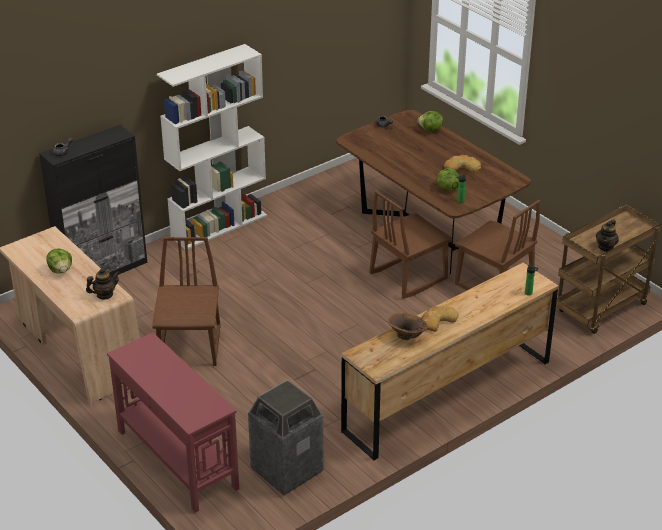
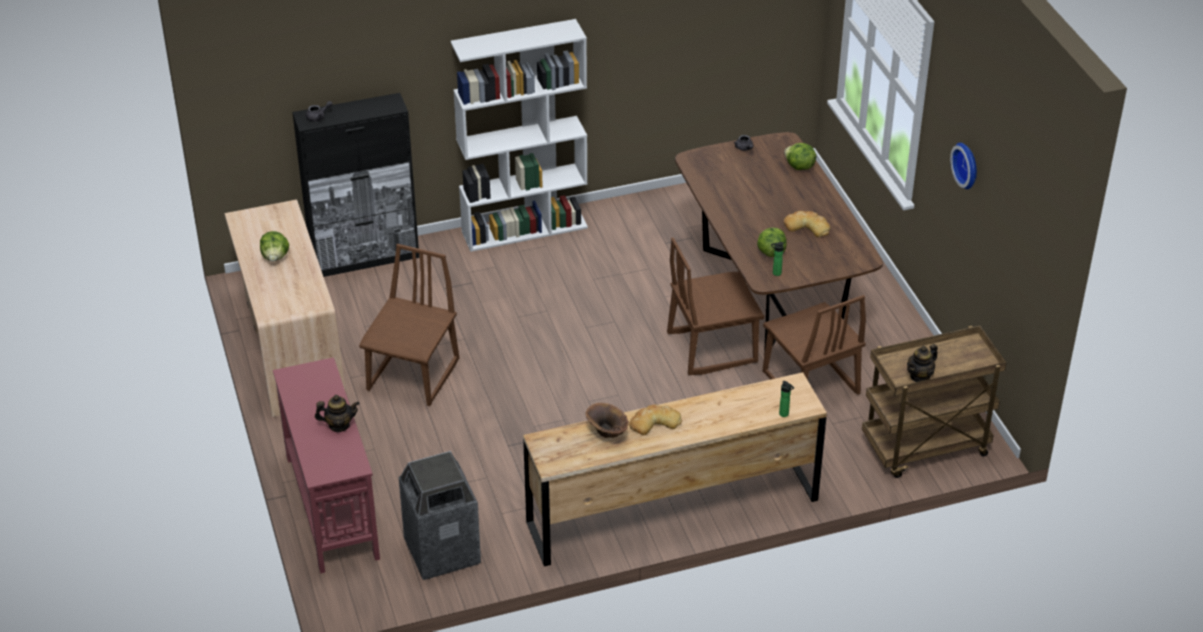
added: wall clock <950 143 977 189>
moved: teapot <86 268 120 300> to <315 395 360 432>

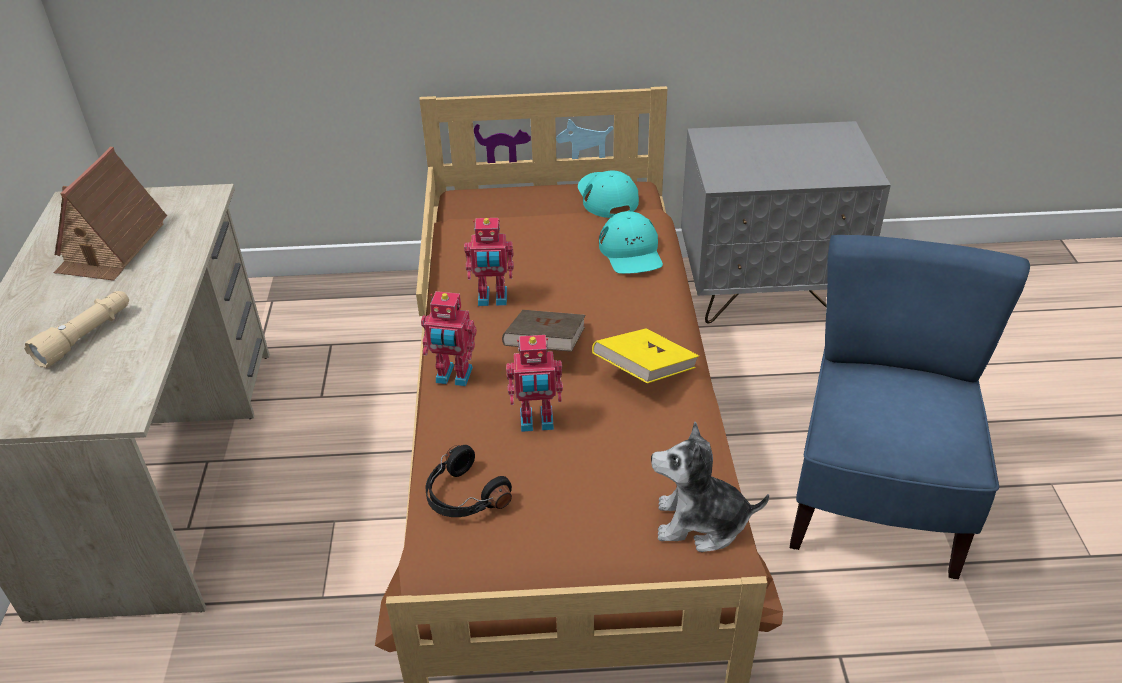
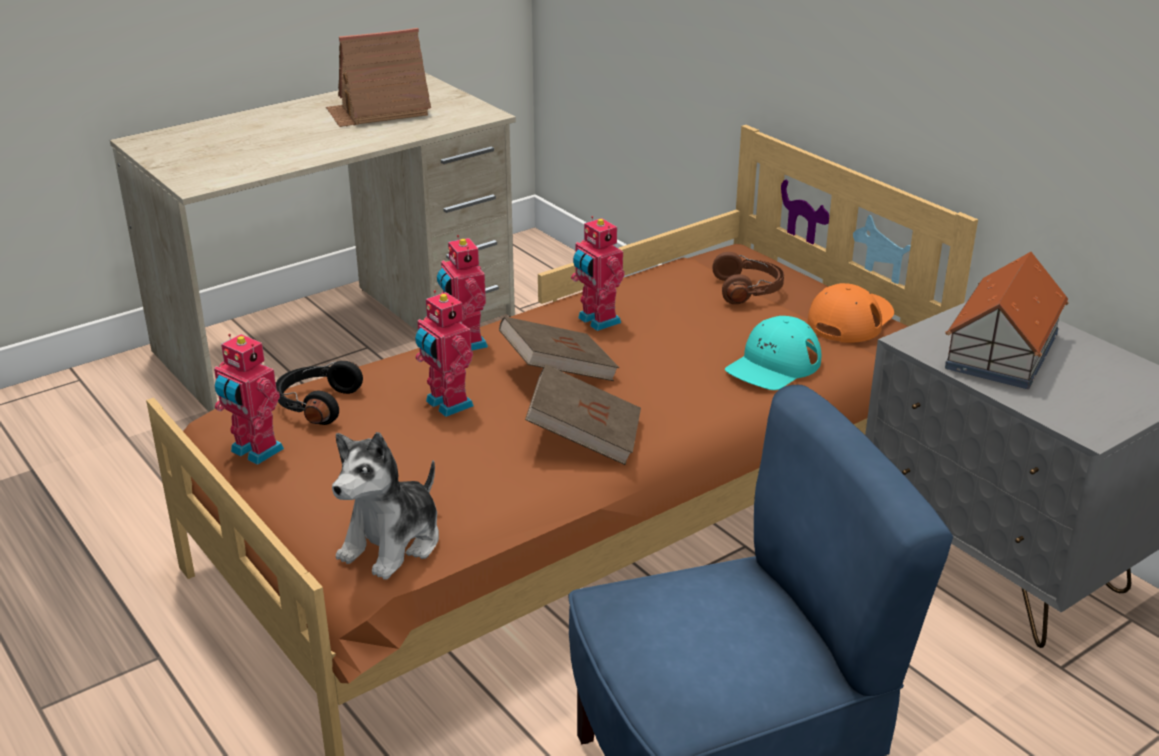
removed: beige flashlight <24 291 129 368>
added: toy robot <214 334 284 465>; brown headphones <712 252 784 304>; toy house <945 252 1069 389>
recoloured: turquoise cap <578 171 639 218> to orange cap <808 283 894 343>; yellow book <592 328 699 383> to brown book <525 364 641 465>
turned: plush toy <651 422 769 552> = <332 432 439 580> 120 degrees counterclockwise

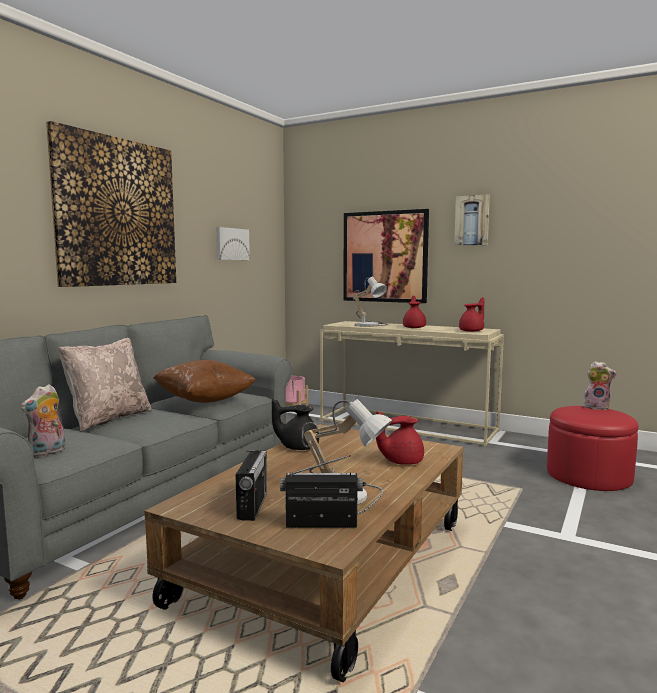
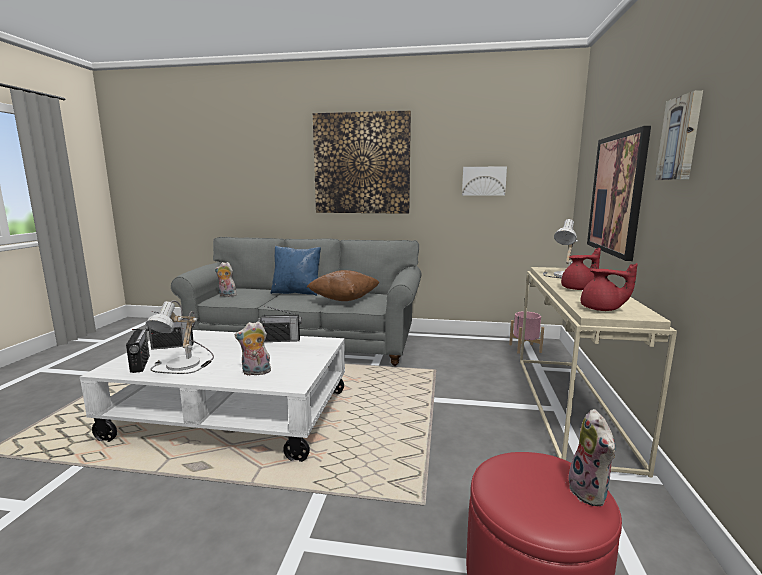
replaced: black teapot <272 399 319 450> to radio <258 306 302 342>; red teapot <376 411 424 465> to plush toy <235 321 271 376>
recoloured: beige pillow <59 338 152 432> to blue pillow <271 246 321 296>; brown coffee table <144 424 463 682> to white coffee table <80 330 345 462>

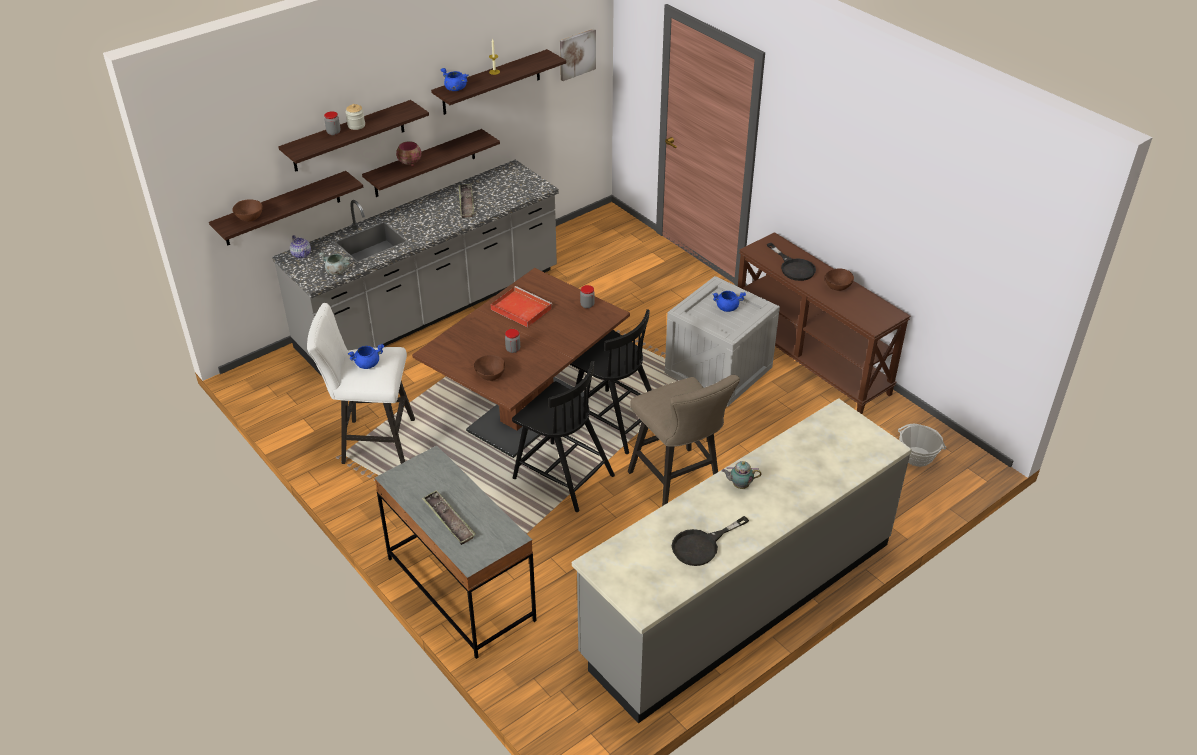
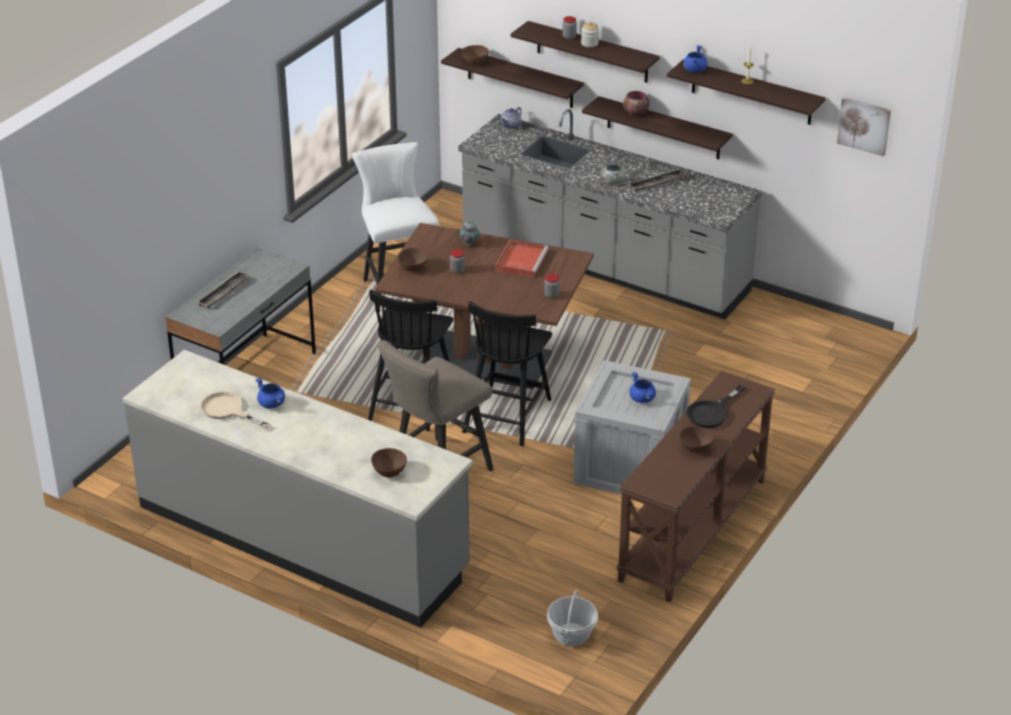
added: brown bowl <371 448 407 477>
moved: grey cooking pot <319 252 351 275> to <602 157 626 184>; blue cooking pot <348 344 384 369> to <255 378 285 408>; teapot <722 461 762 489> to <460 220 480 246>
recoloured: black frying pan <672 516 749 566> to beige frying pan <200 391 271 429>

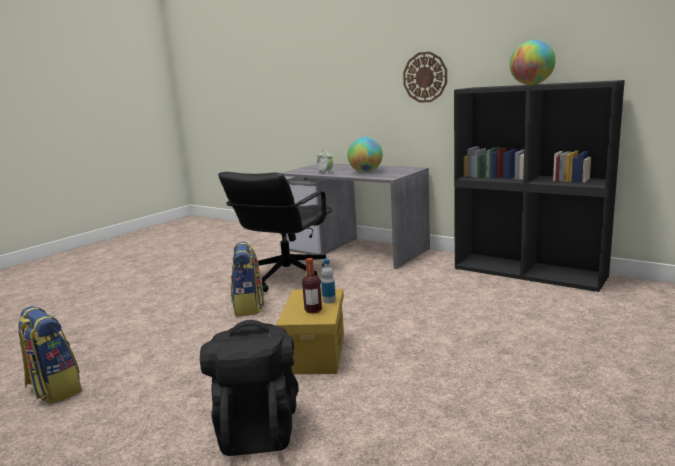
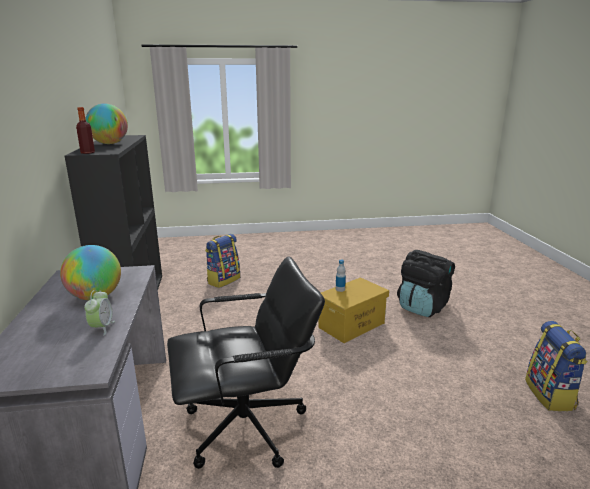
removed: wall clock <403 52 447 103>
moved: backpack <231 242 265 317> to <205 234 240 288>; bottle <302 258 322 314> to <76 107 95 154>

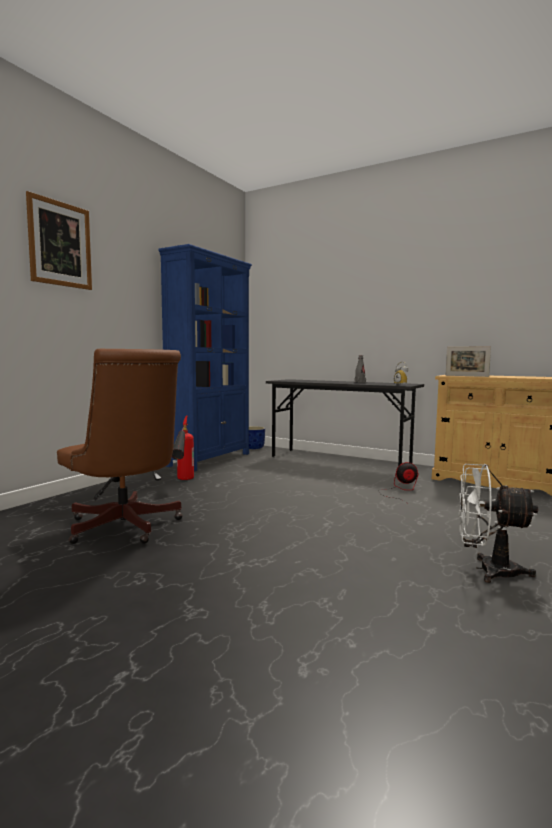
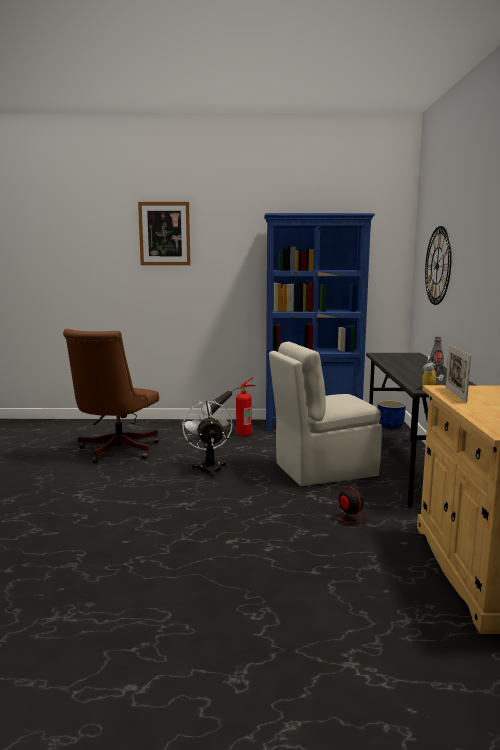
added: beige chair <269 342 382 486>; wall clock <425 226 452 305>
moved: white fan <459 464 538 583> to <182 400 233 478>

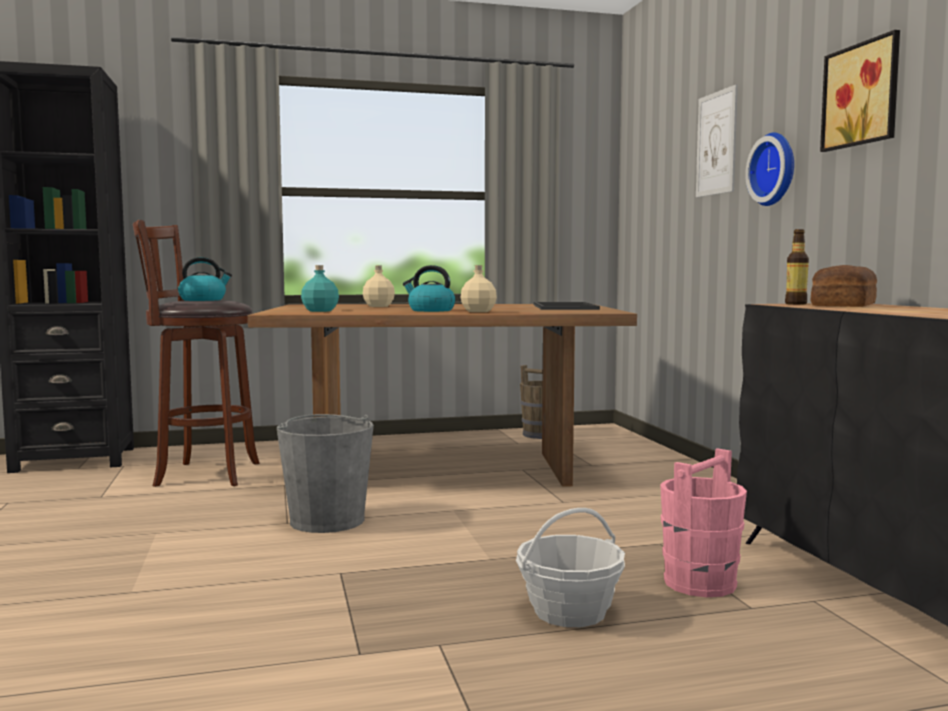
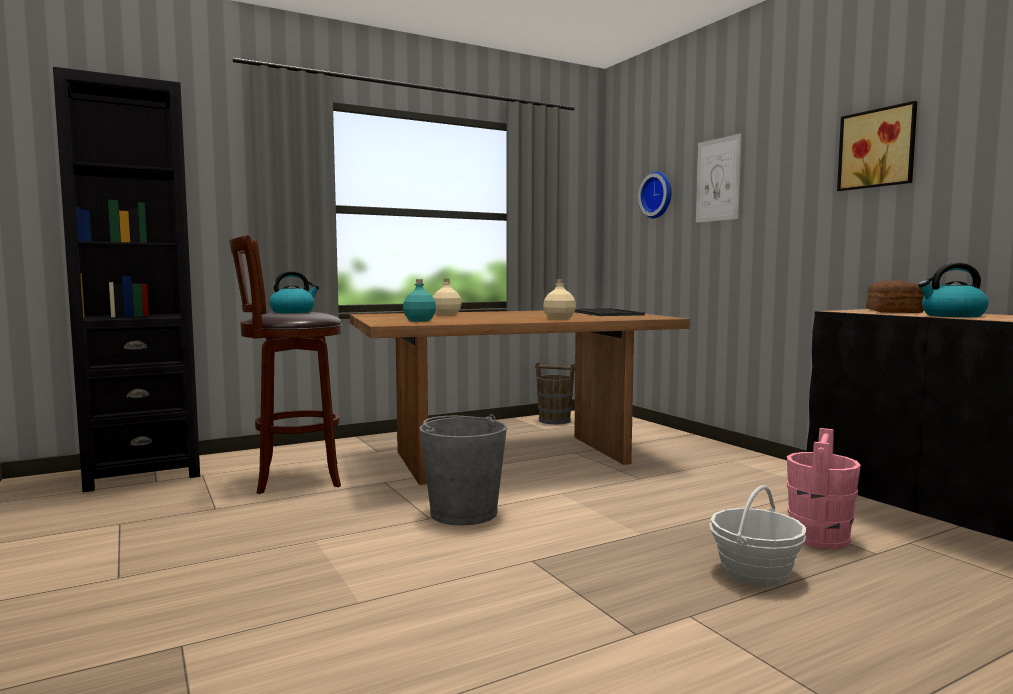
removed: bottle <785 229 809 304>
moved: kettle <403 265 455 312> to <918 263 989 317>; wall clock <745 132 794 206> to <638 171 672 218>

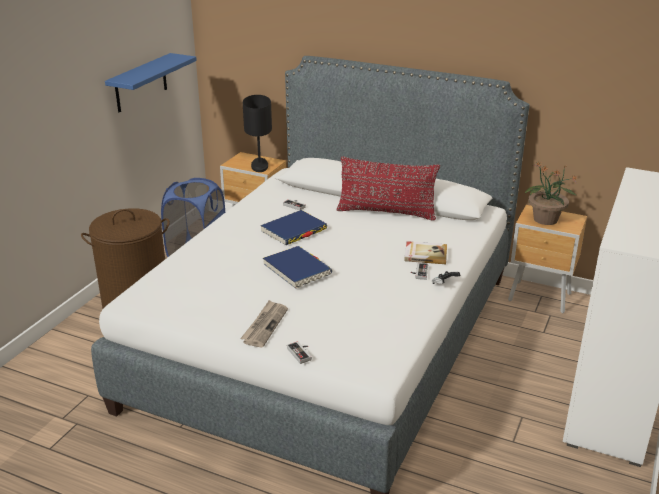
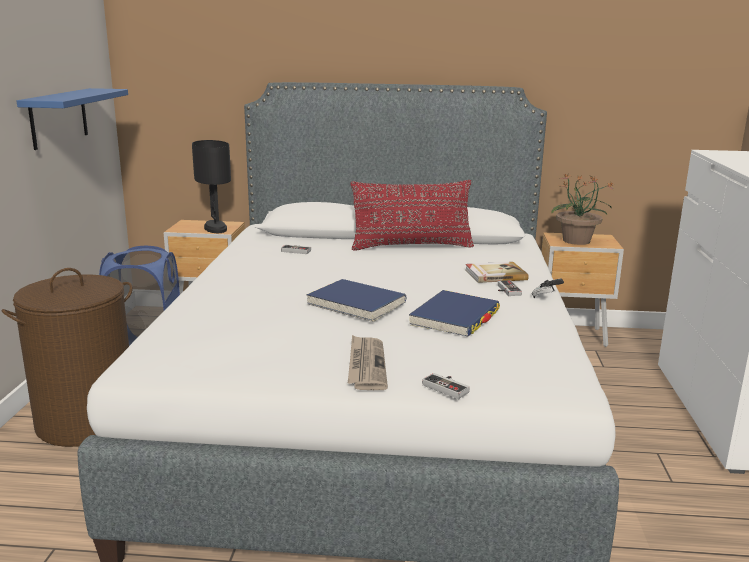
moved: blue book <260 210 327 245> to <409 290 500 337>

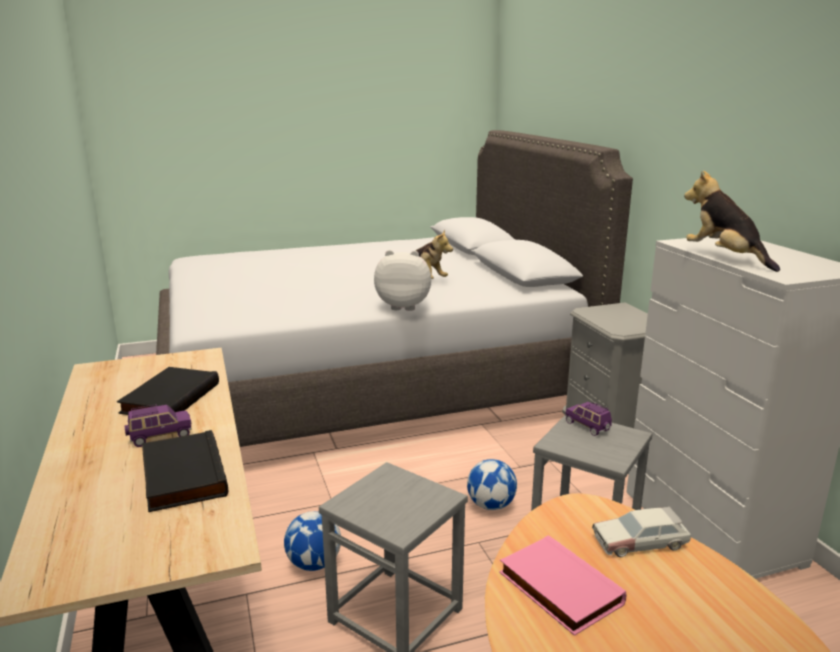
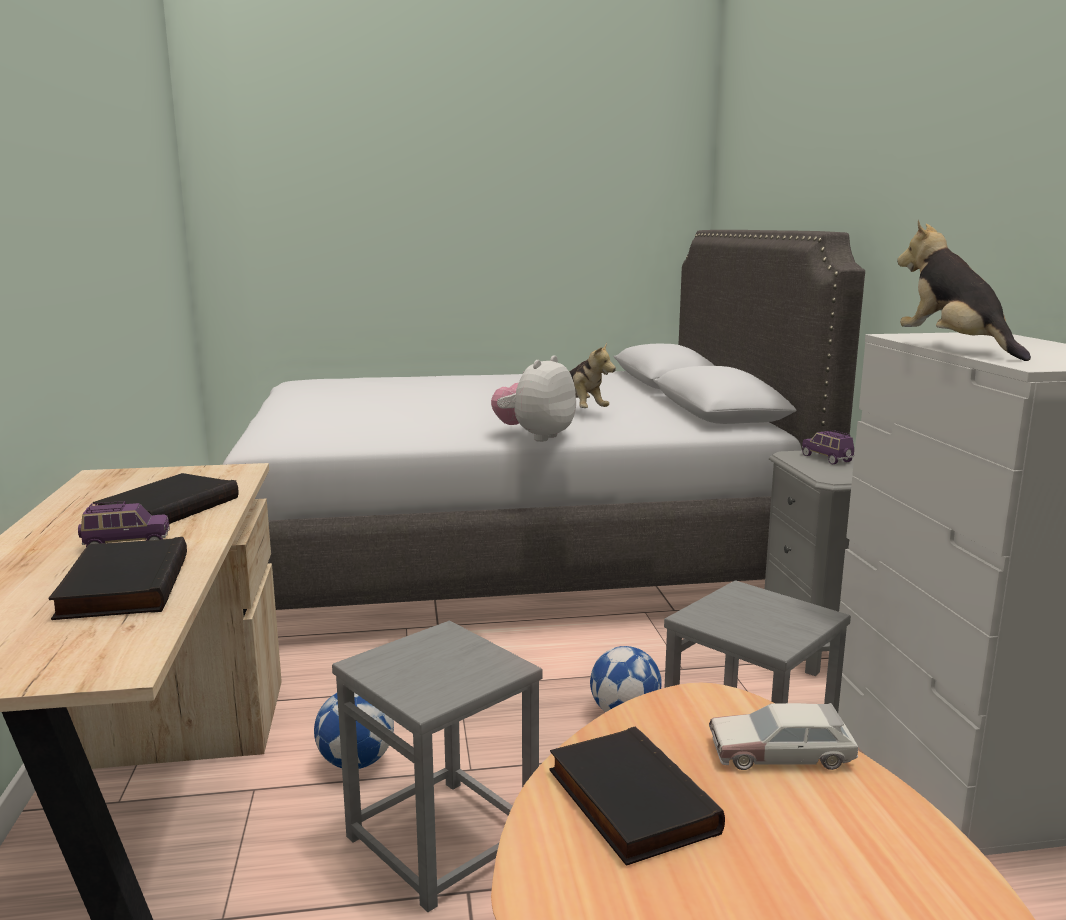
moved: purple toy car <565 402 612 436> to <802 430 854 464>
recoloured: pink book <499 535 627 636> to black book <549 726 725 866>
turned: plush toy <374 250 431 311> = <491 355 576 442> 75 degrees counterclockwise

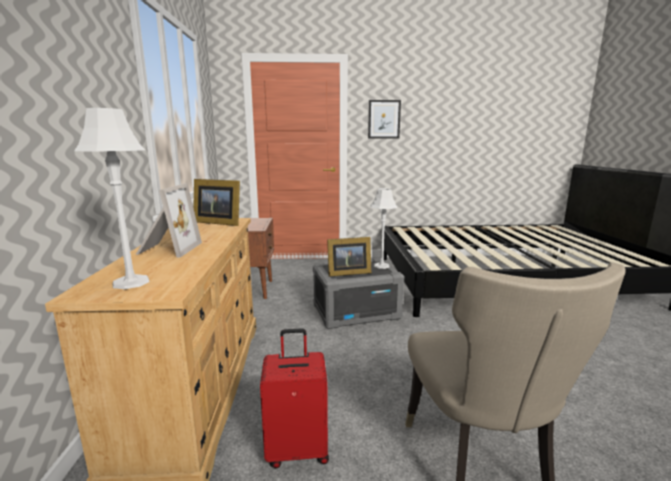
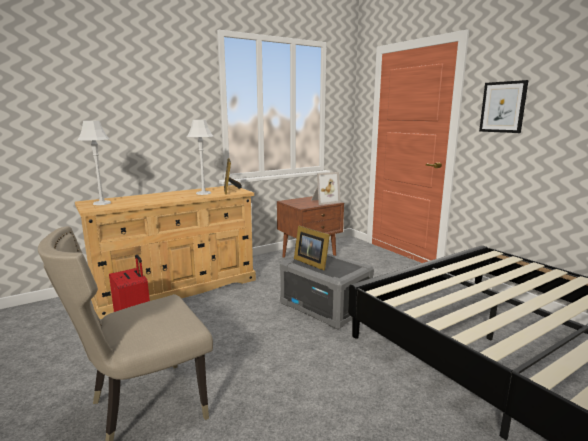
moved: picture frame <136 183 202 258> to <311 172 340 205>; grey table lamp <370 188 398 269> to <187 120 213 195>

